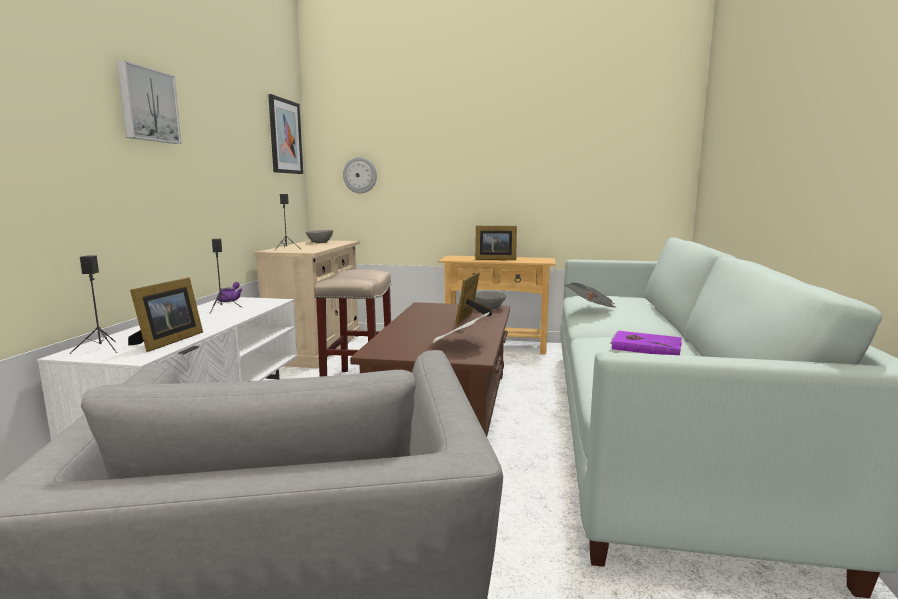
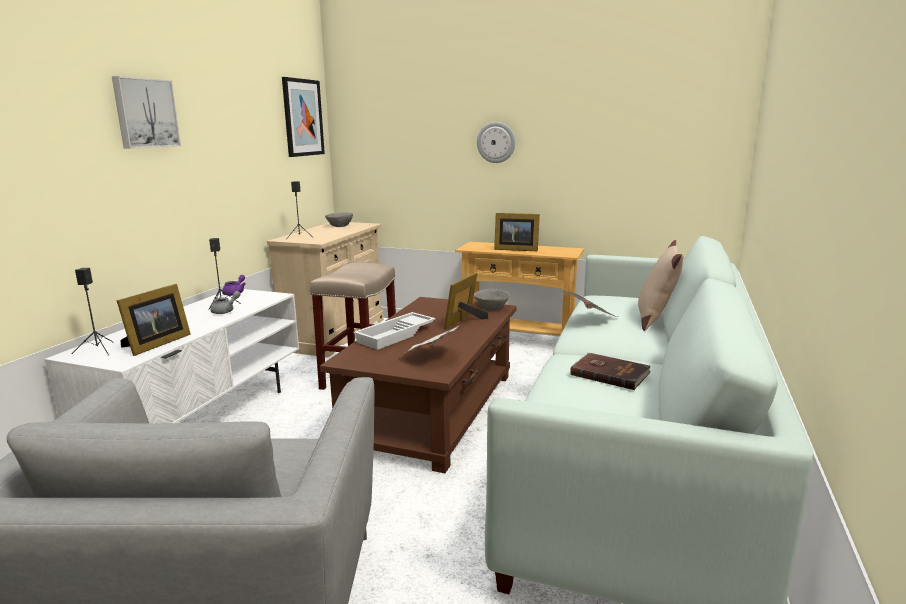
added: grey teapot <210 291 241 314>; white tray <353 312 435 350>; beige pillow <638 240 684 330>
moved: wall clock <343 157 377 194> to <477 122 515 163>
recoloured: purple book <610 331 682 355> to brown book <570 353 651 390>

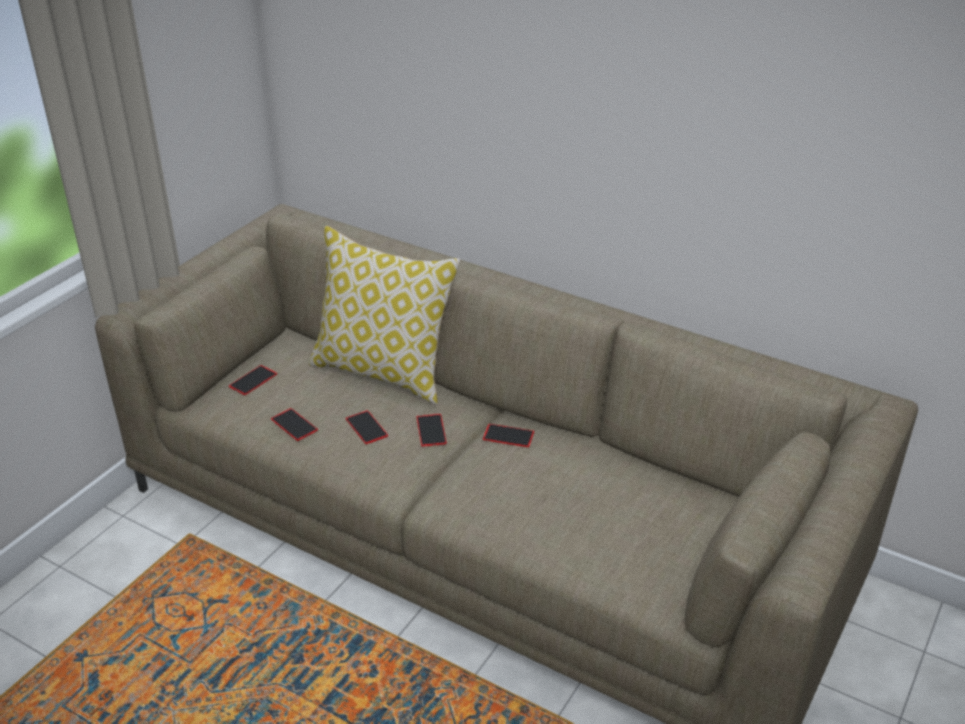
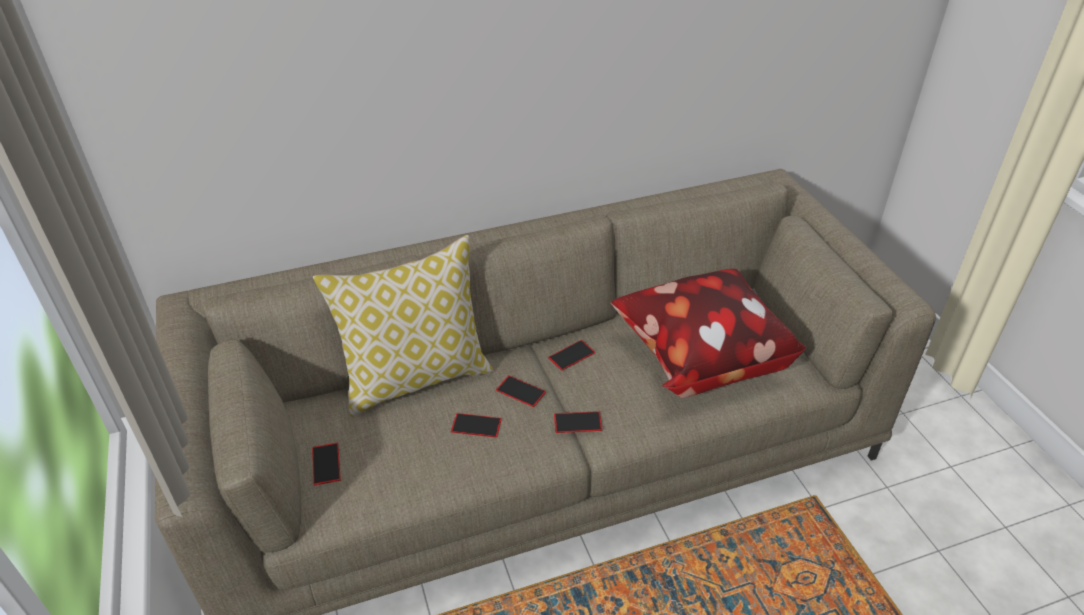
added: pillow <611 269 806 398>
moved: phone <271 408 318 441> to <554 411 602 433>

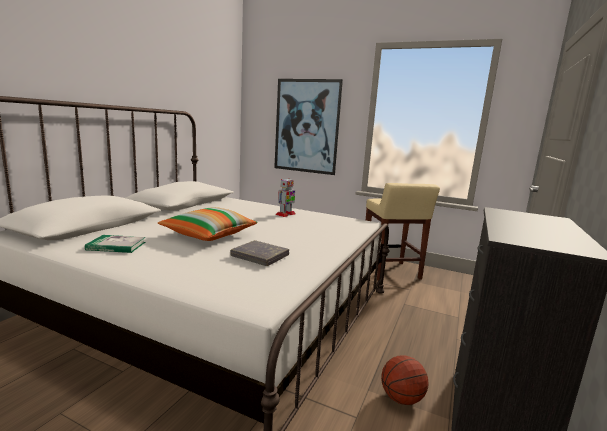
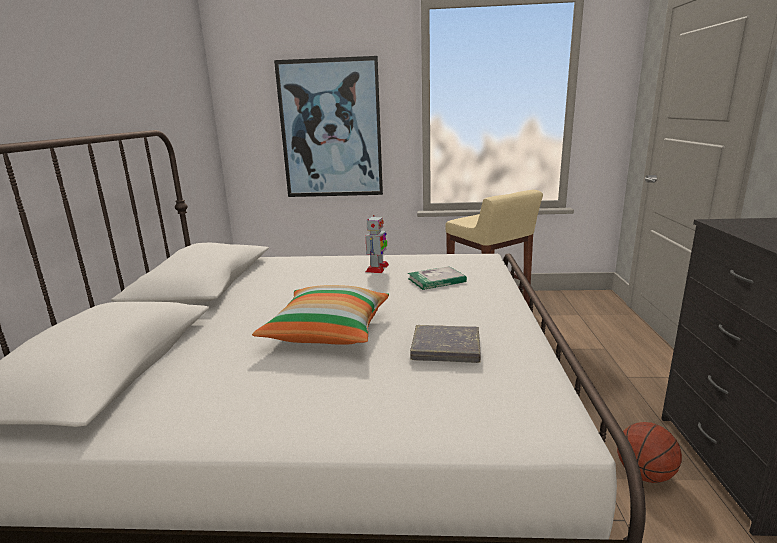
moved: book <85 235 145 253> to <408 266 467 290>

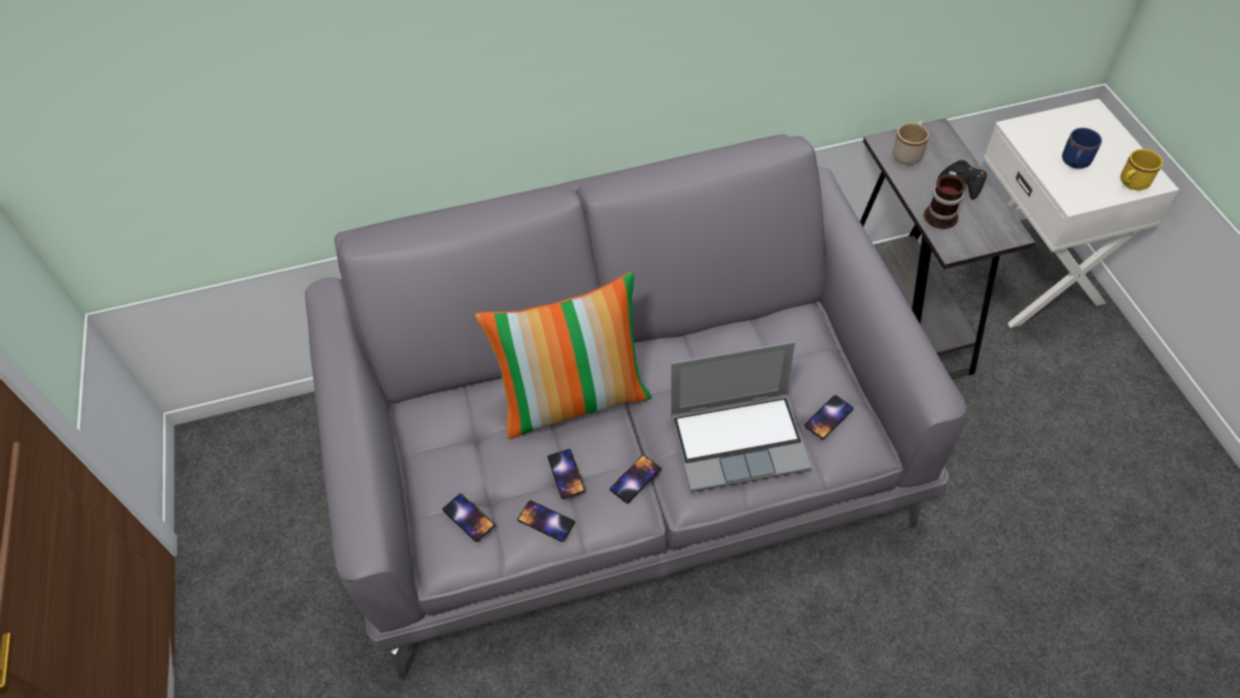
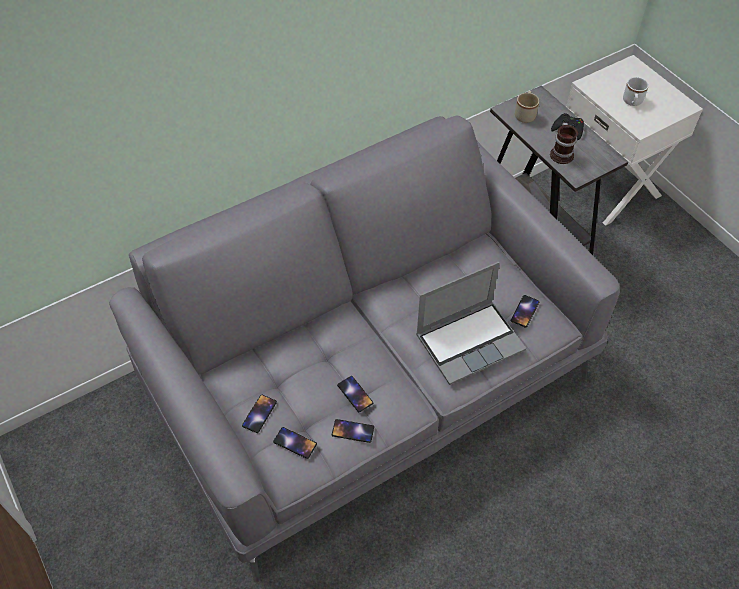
removed: pillow <475 272 652 439>; yellow mug <1120 149 1163 190>
moved: phone <610 455 661 503> to <242 395 277 433>
recoloured: blue mug <1062 128 1102 169> to white mug <623 77 649 106>

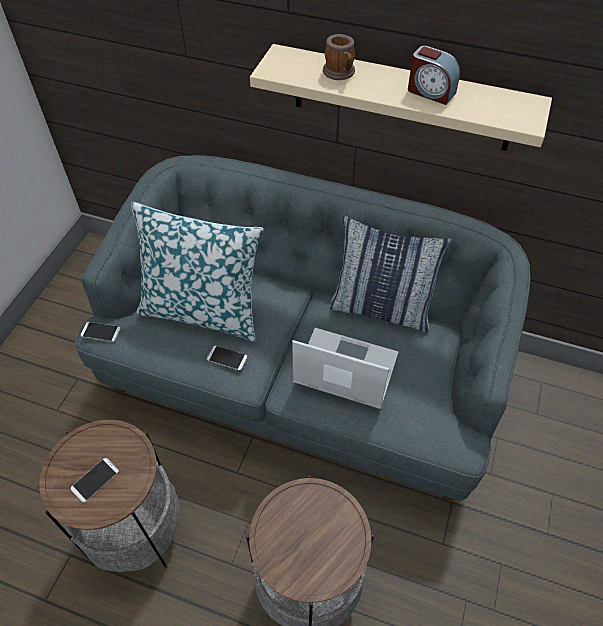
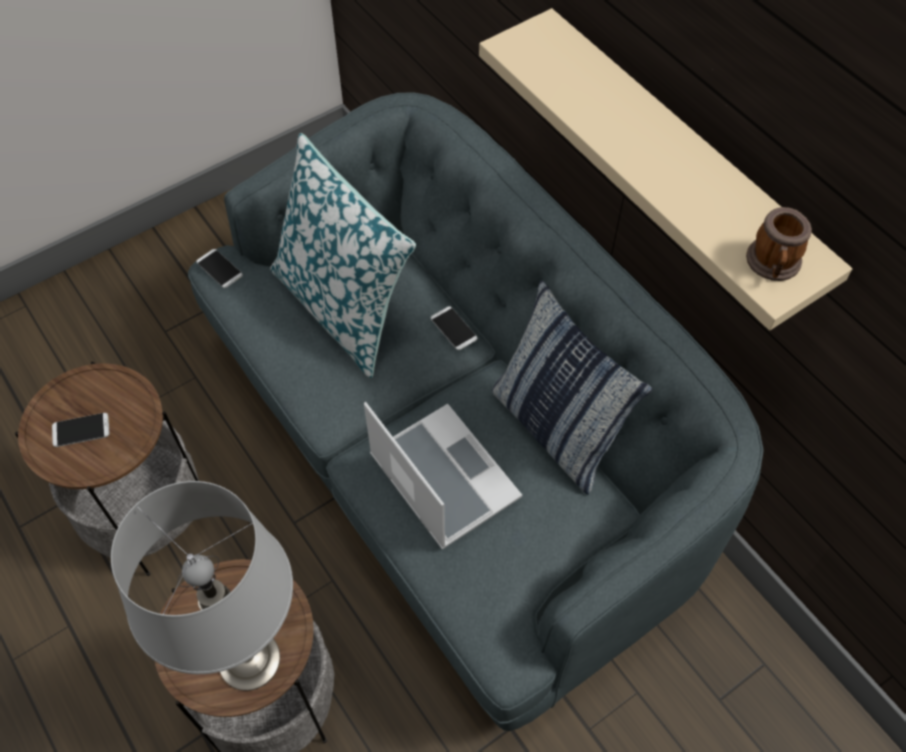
removed: alarm clock <408 46 460 105>
added: grey table lamp <111 481 293 691>
moved: phone <207 345 247 371> to <431 306 477 350>; mug <323 34 355 80> to <746 207 812 281>

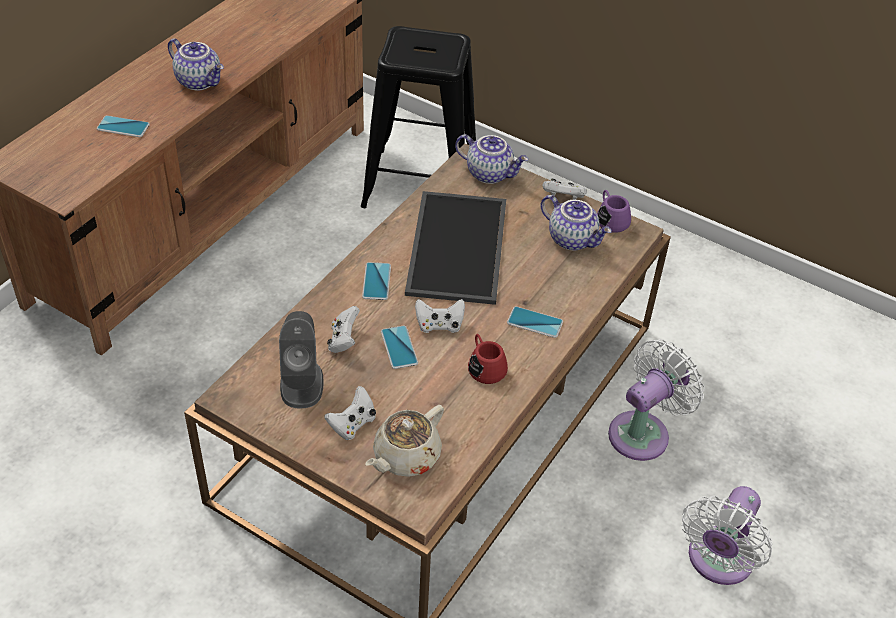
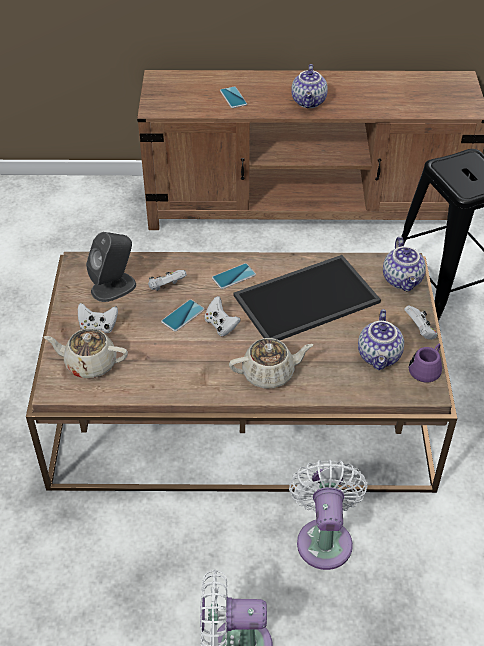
removed: red mug <468 334 508 384>
replaced: phone <507 306 563 338> to beige teapot <229 338 313 388>
turned: white fan <608 339 705 461> = <289 460 368 570> 105 degrees counterclockwise

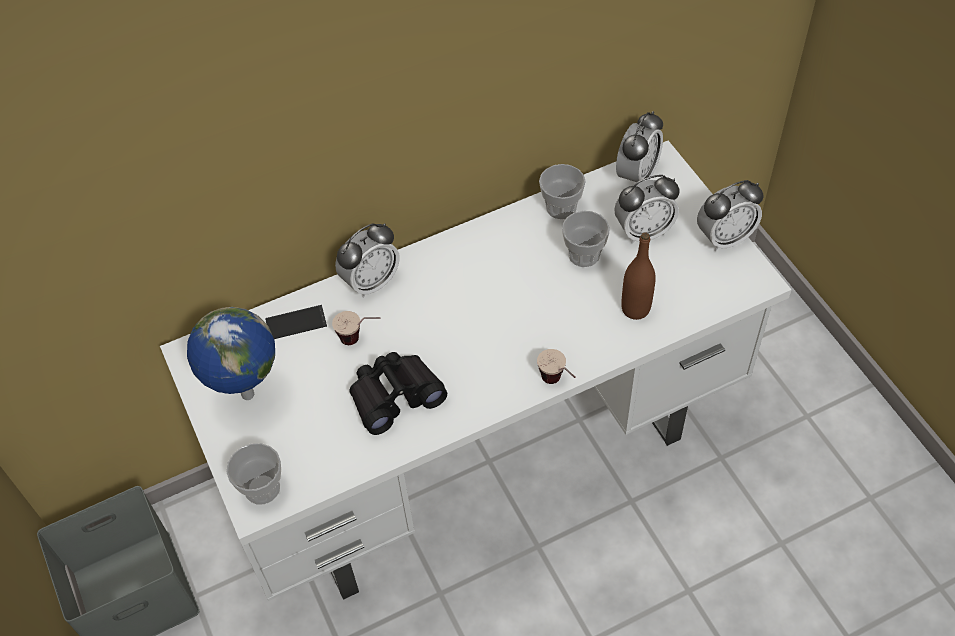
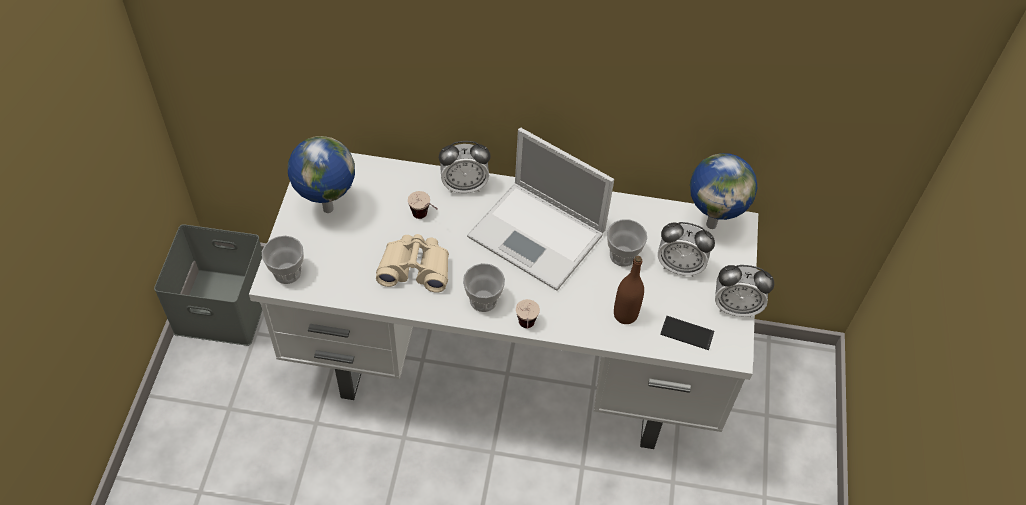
added: laptop <467 128 614 291>
moved: phone <265 305 327 339> to <660 316 714 350>; cup <539 164 586 219> to <463 263 505 312>
replaced: alarm clock <616 111 663 182> to globe <690 153 757 229>
recoloured: black binoculars <349 352 447 435> to beige binoculars <376 234 449 293>

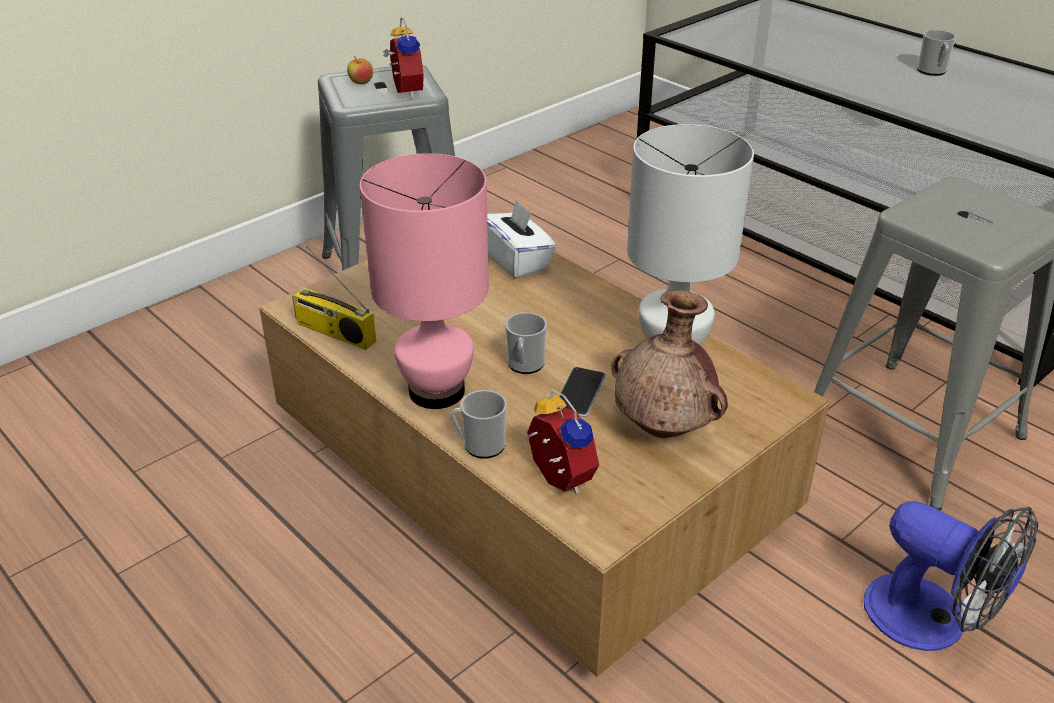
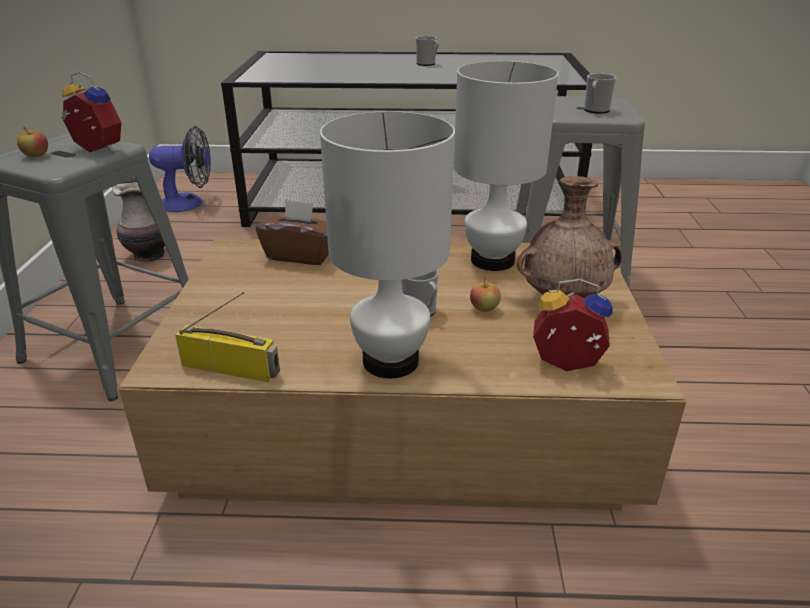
added: vase <112 177 165 262>
moved: mug <450 390 507 459> to <584 73 617 114>; fan <864 501 1038 651> to <149 126 211 212>
replaced: phone <559 367 606 417> to apple <470 277 501 312>
recoloured: pink table lamp <360 153 489 409> to white table lamp <320 111 455 378>; white tissue box <487 199 556 279> to brown tissue box <256 199 329 265>
turned: radio <292 246 376 350> = <175 292 280 382> 150 degrees counterclockwise

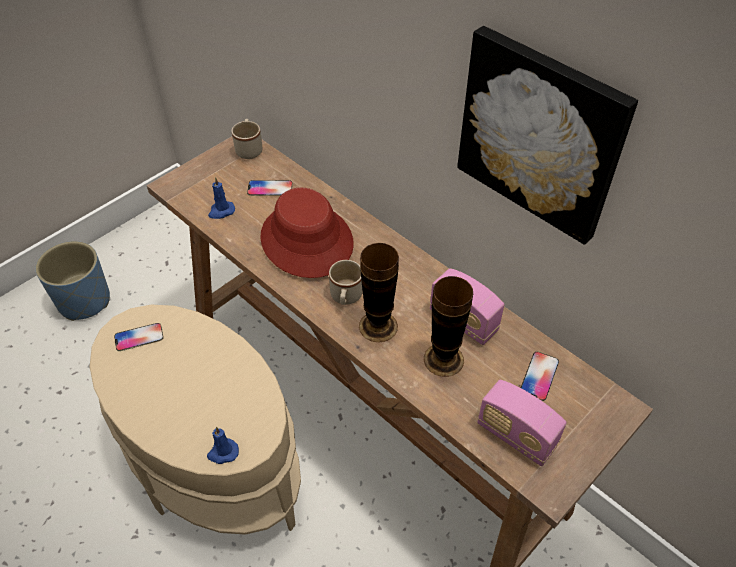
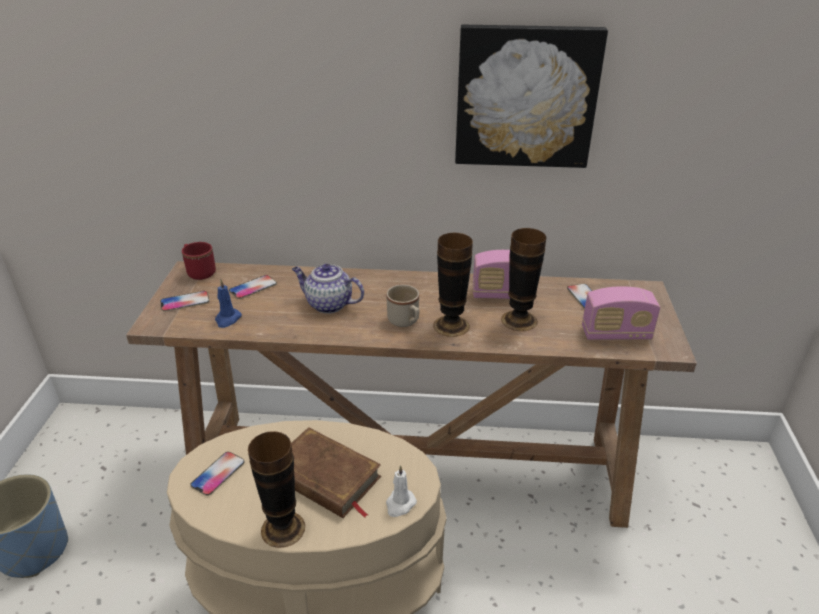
added: phone <160 291 209 312>; vase <248 431 305 548>; brown book <291 427 381 518>
replaced: red hat <260 188 354 278> to teapot <292 264 364 313>
recoloured: blue candle <207 427 239 464> to white candle <386 465 417 517>; beige mug <231 119 262 159> to red mug <182 242 216 280>

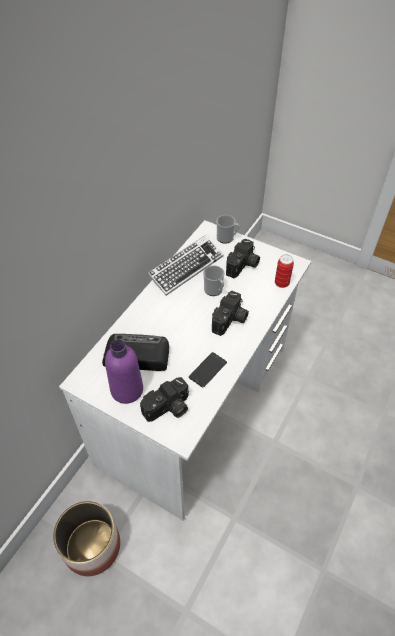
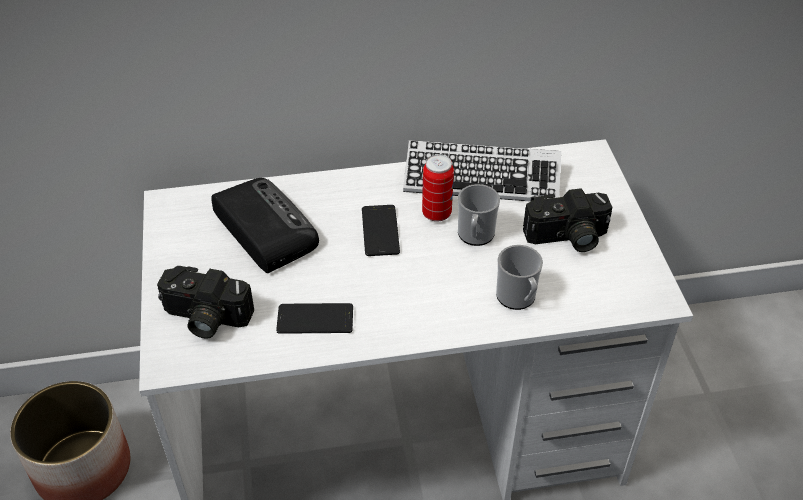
removed: purple bottle <105 340 143 404>; photo camera <212 291 249 336>
added: phone <362 205 400 256>
moved: mug <216 215 240 244> to <496 245 543 310>; can <275 254 294 288> to <422 154 454 222>

